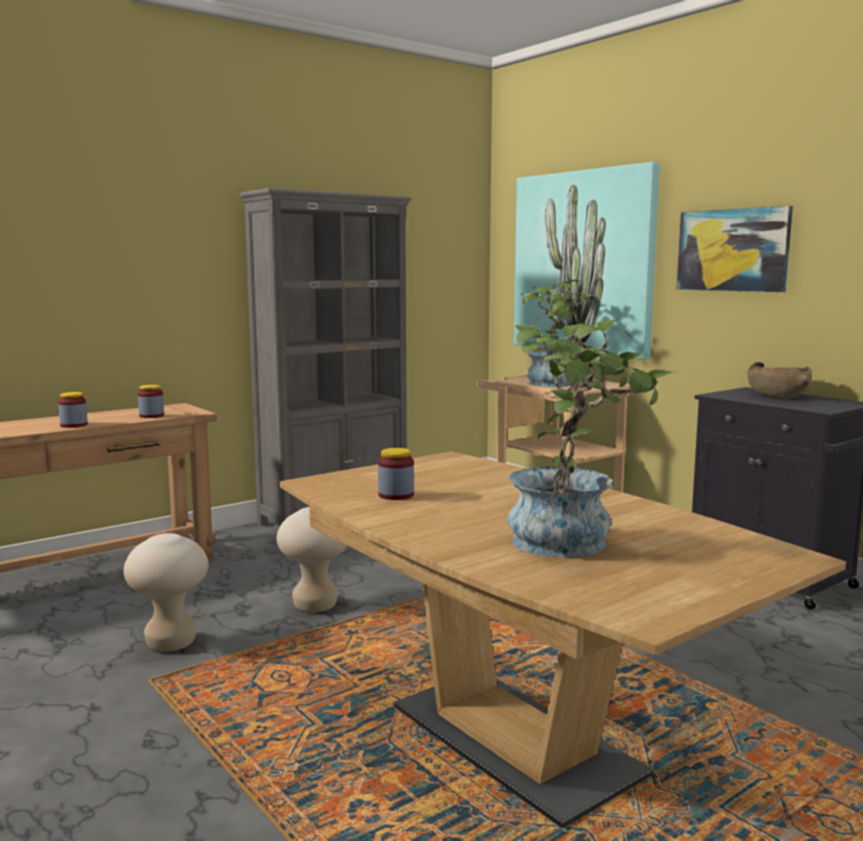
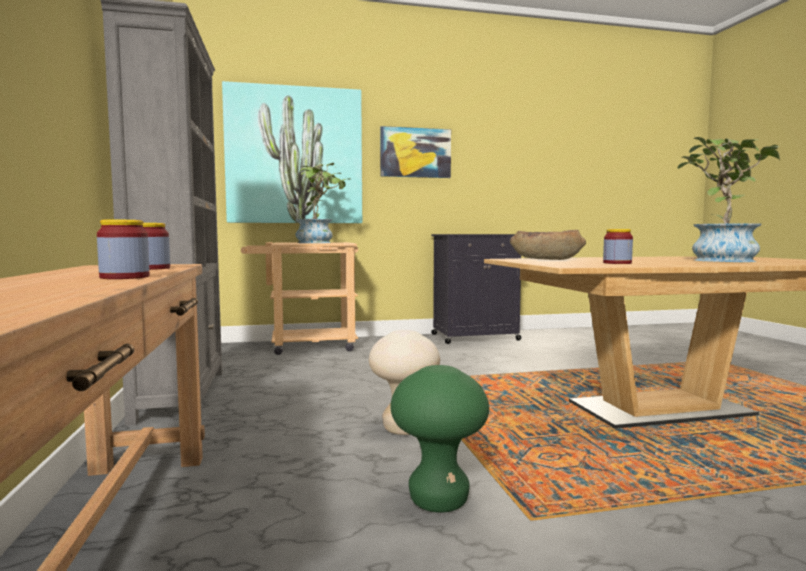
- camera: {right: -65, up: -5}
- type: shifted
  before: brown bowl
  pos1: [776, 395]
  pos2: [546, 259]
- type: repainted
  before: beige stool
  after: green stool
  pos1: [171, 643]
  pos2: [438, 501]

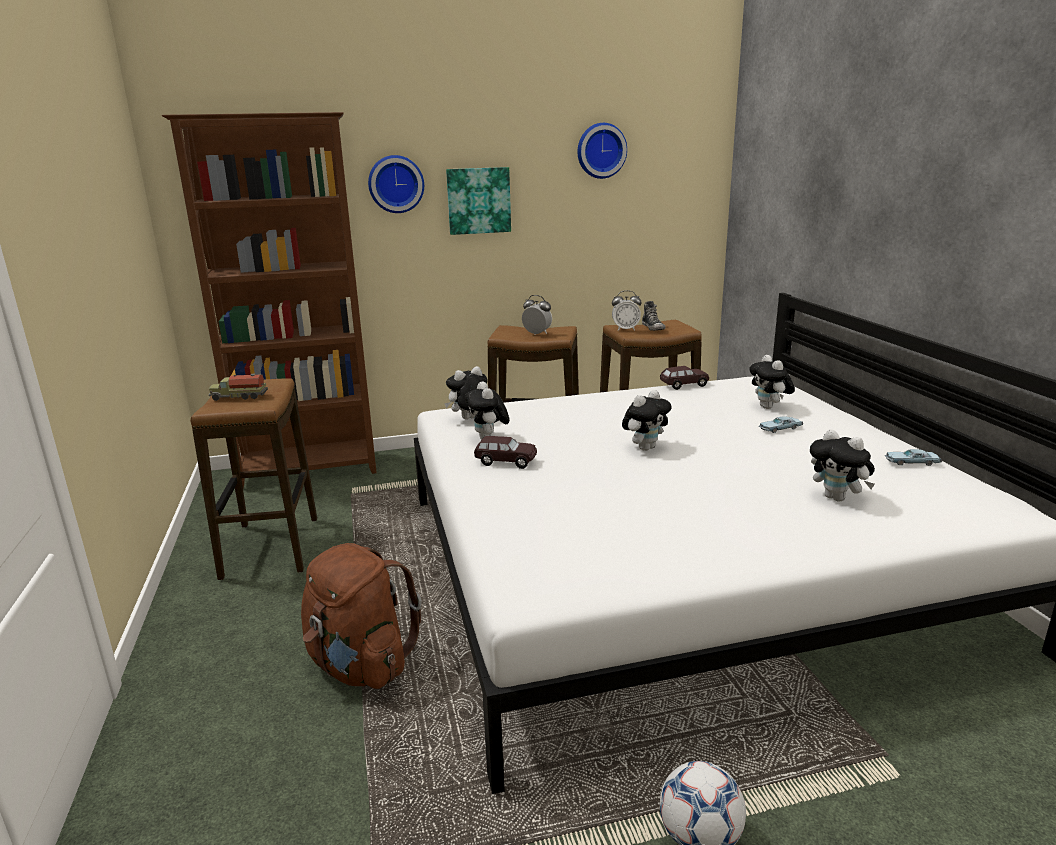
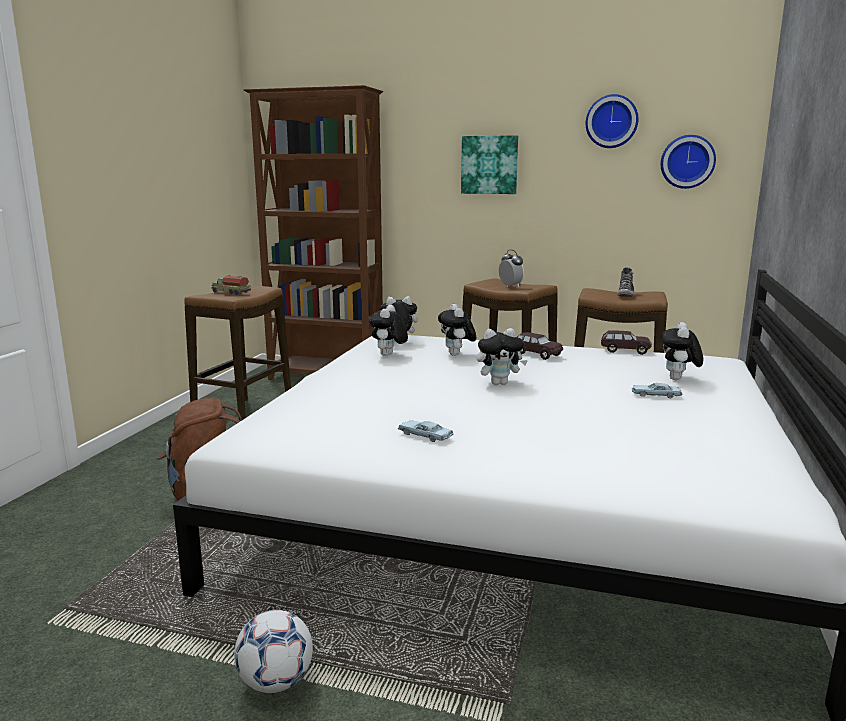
- camera: {right: 30, up: -5}
- type: gone
  before: alarm clock
  pos1: [625, 329]
- type: shifted
  before: wall clock
  pos1: [396, 184]
  pos2: [687, 161]
- type: shifted
  before: brown toy car
  pos1: [506, 461]
  pos2: [537, 354]
- type: shifted
  before: plush toy
  pos1: [838, 498]
  pos2: [457, 354]
- type: shifted
  before: blue toy car
  pos1: [912, 462]
  pos2: [425, 435]

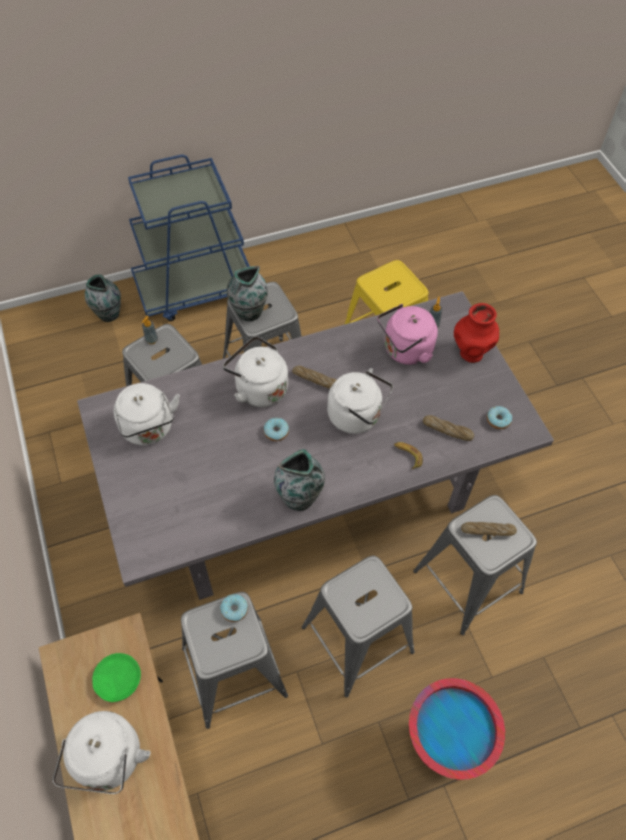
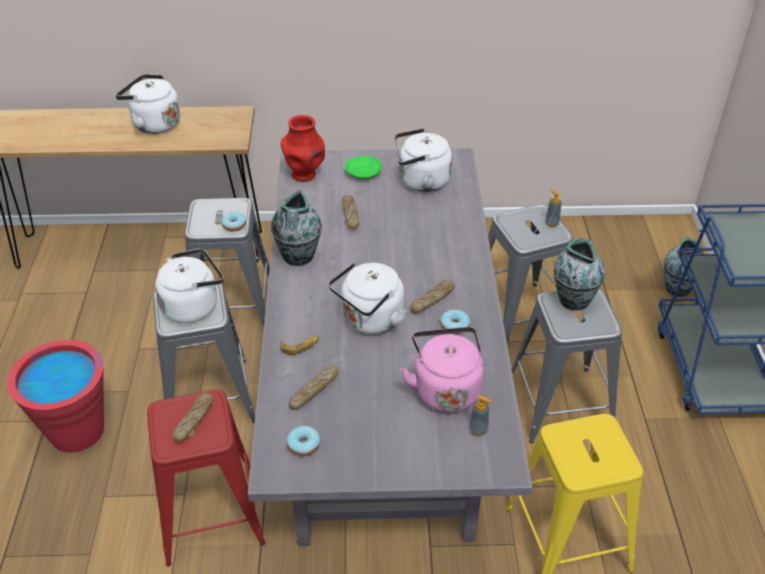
- camera: {right: 110, up: -15}
- type: new
  after: bread
  pos2: [350, 215]
- type: shifted
  before: green plate
  pos1: [117, 679]
  pos2: [363, 172]
- type: shifted
  before: white kettle
  pos1: [258, 388]
  pos2: [193, 305]
- type: shifted
  before: donut
  pos1: [276, 432]
  pos2: [454, 326]
- type: shifted
  before: red vase
  pos1: [471, 353]
  pos2: [304, 175]
- type: repainted
  before: grey stool
  after: red stool
  pos1: [467, 581]
  pos2: [210, 514]

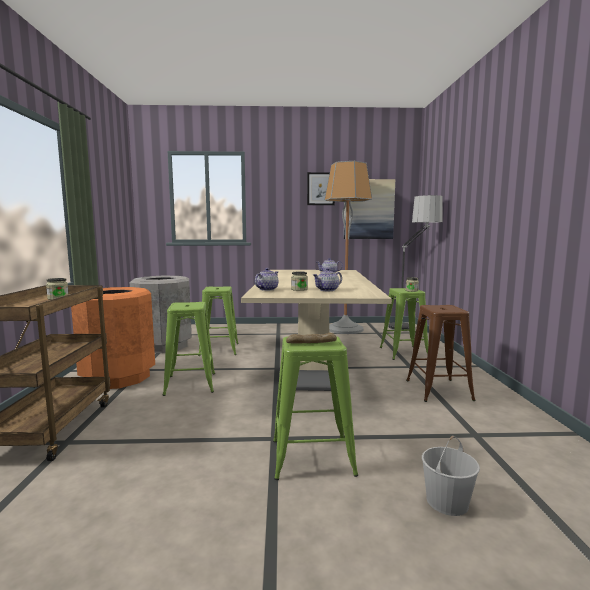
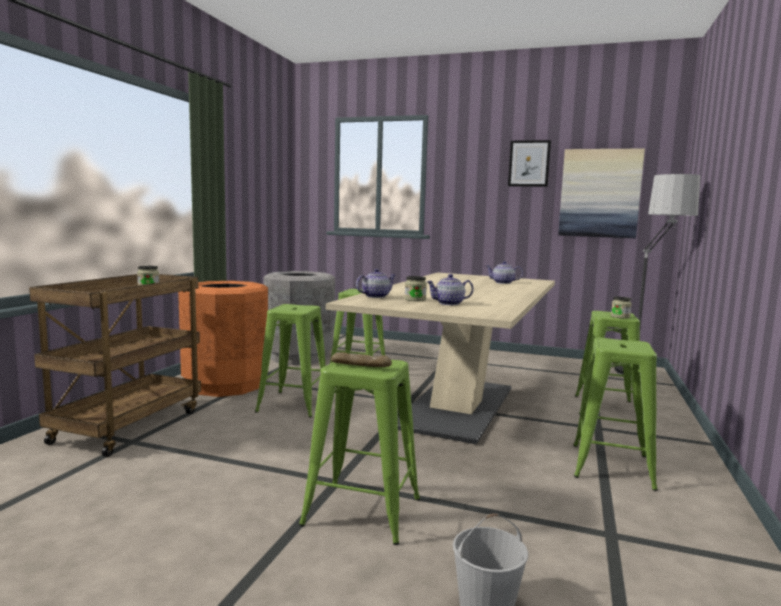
- camera: {right: 20, up: 0}
- type: gone
  before: floor lamp
  pos1: [345, 329]
- type: repainted
  before: brown stool
  after: green stool
  pos1: [438, 390]
  pos2: [611, 466]

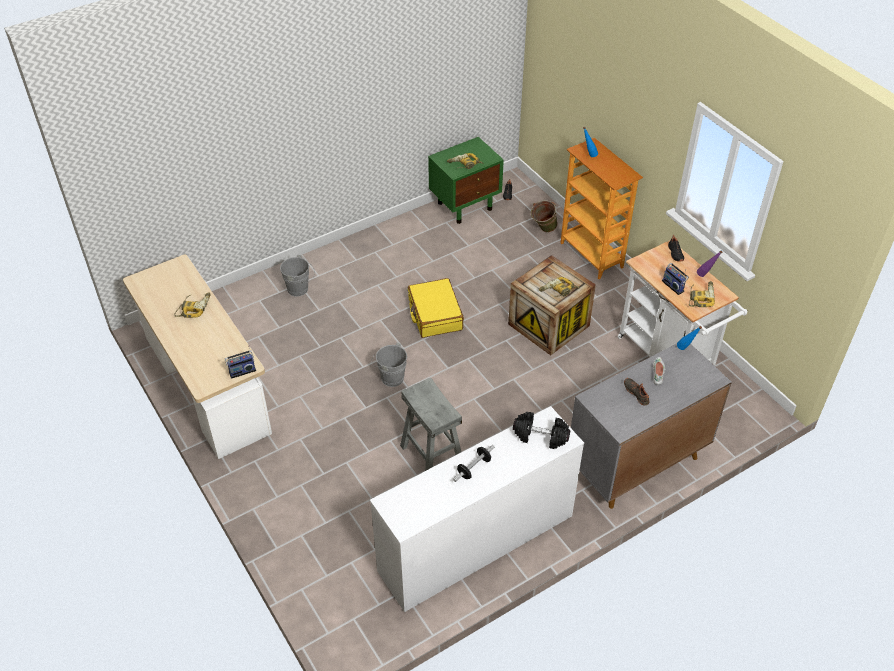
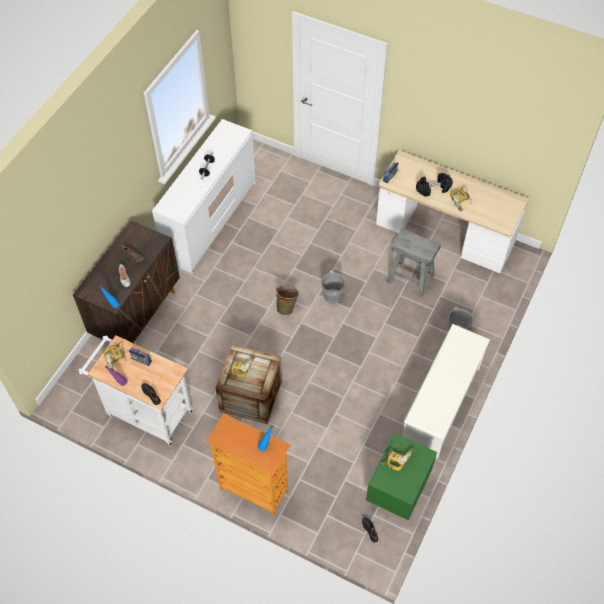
- camera: {right: 150, up: 10}
- type: gone
  before: yellow suitcase
  pos1: [435, 315]
- type: new
  after: white shoe rack
  pos2: [441, 405]
- type: shifted
  before: grey stool
  pos1: [432, 455]
  pos2: [410, 279]
- type: shifted
  before: black dumbbell
  pos1: [540, 436]
  pos2: [433, 189]
- type: shifted
  before: green bucket
  pos1: [543, 230]
  pos2: [287, 307]
- type: repainted
  before: grey cabinet
  after: brown cabinet
  pos1: [636, 464]
  pos2: [137, 313]

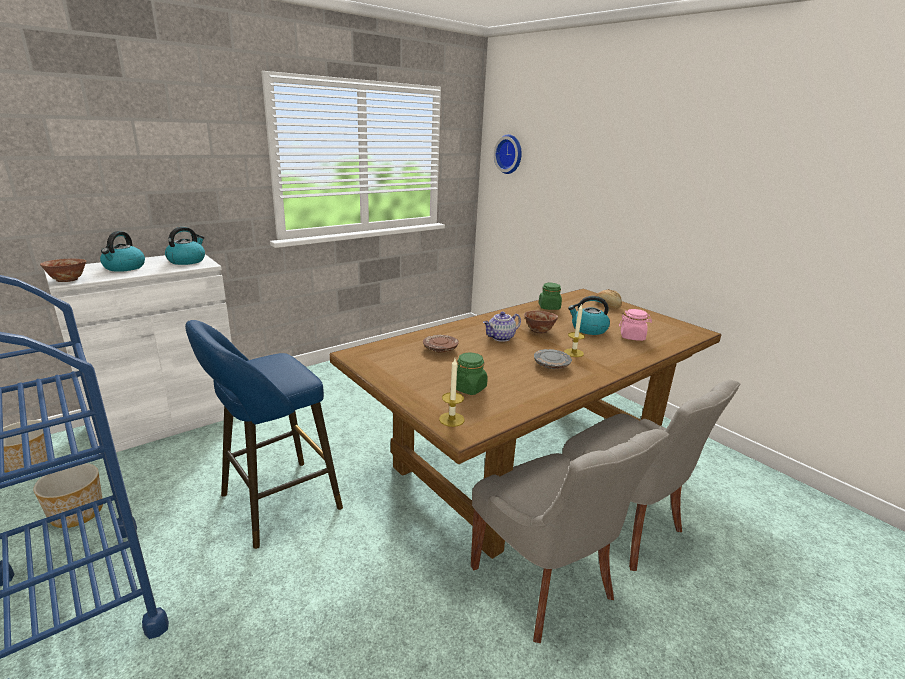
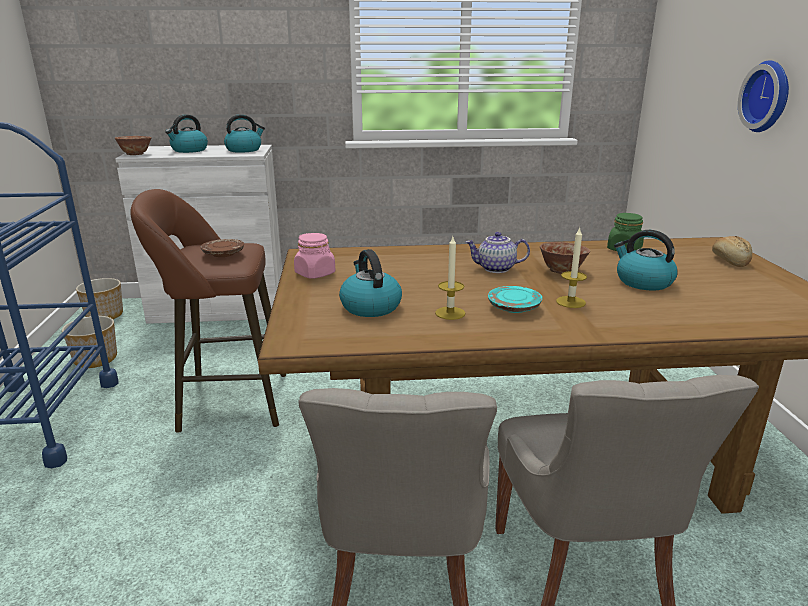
- camera: {right: 35, up: 0}
- type: shifted
  before: brown plate
  pos1: [440, 349]
  pos2: [223, 254]
- type: shifted
  before: candle
  pos1: [451, 419]
  pos2: [450, 313]
- type: shifted
  before: wall clock
  pos1: [510, 154]
  pos2: [768, 96]
- type: shifted
  before: pink jar
  pos1: [632, 337]
  pos2: [315, 274]
- type: swapped
  before: green jar
  after: kettle
  pos1: [469, 388]
  pos2: [370, 306]
- type: repainted
  before: blue stool
  after: brown stool
  pos1: [274, 504]
  pos2: [226, 402]
- type: repainted
  before: grey plate
  after: turquoise plate
  pos1: [551, 365]
  pos2: [514, 308]

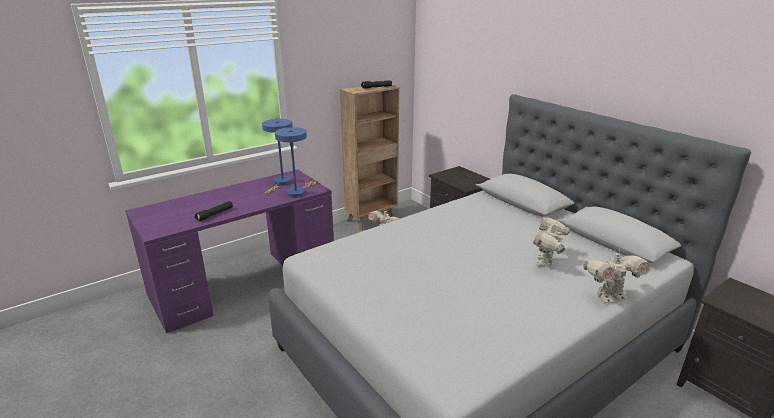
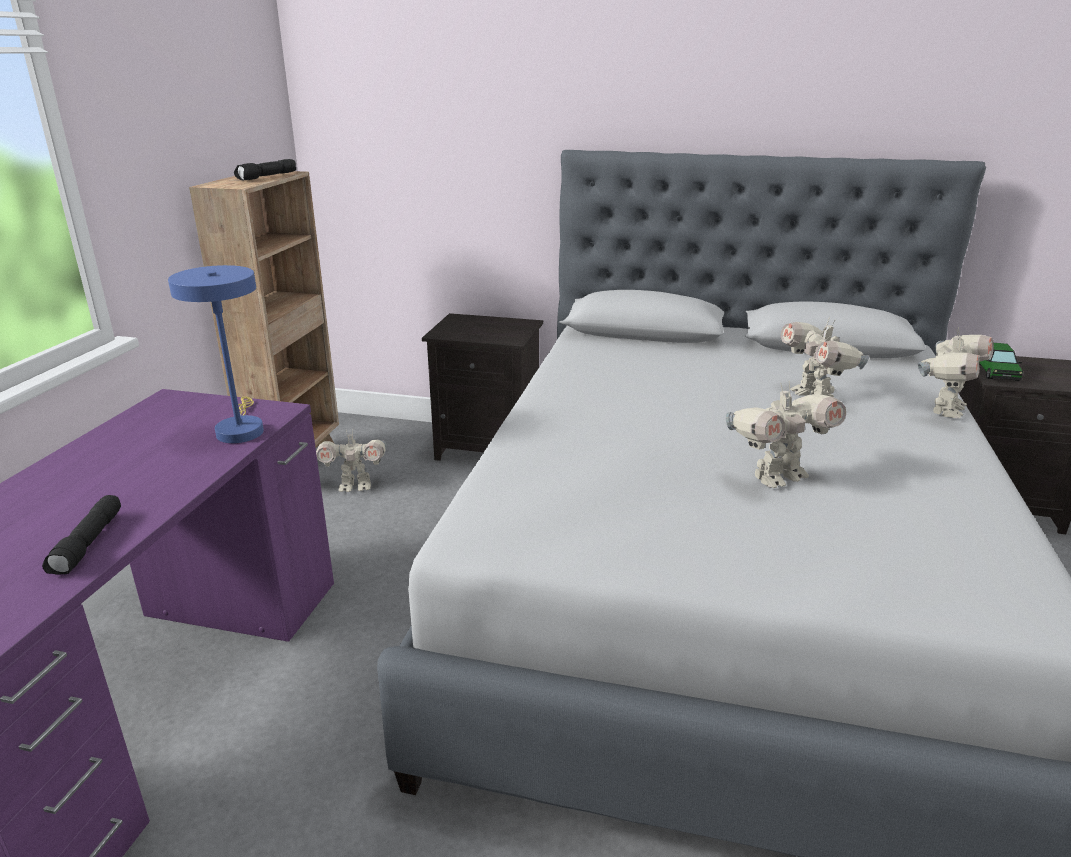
- camera: {right: -40, up: 0}
- type: gone
  before: blue table lamp
  pos1: [281, 183]
- type: new
  after: toy robot
  pos2: [777, 477]
- type: new
  after: toy car
  pos2: [996, 372]

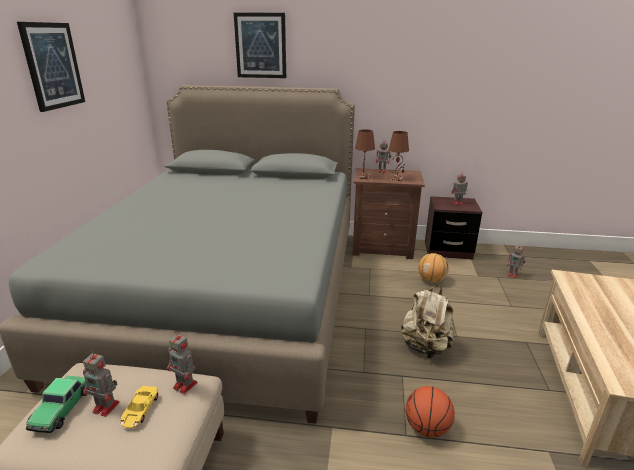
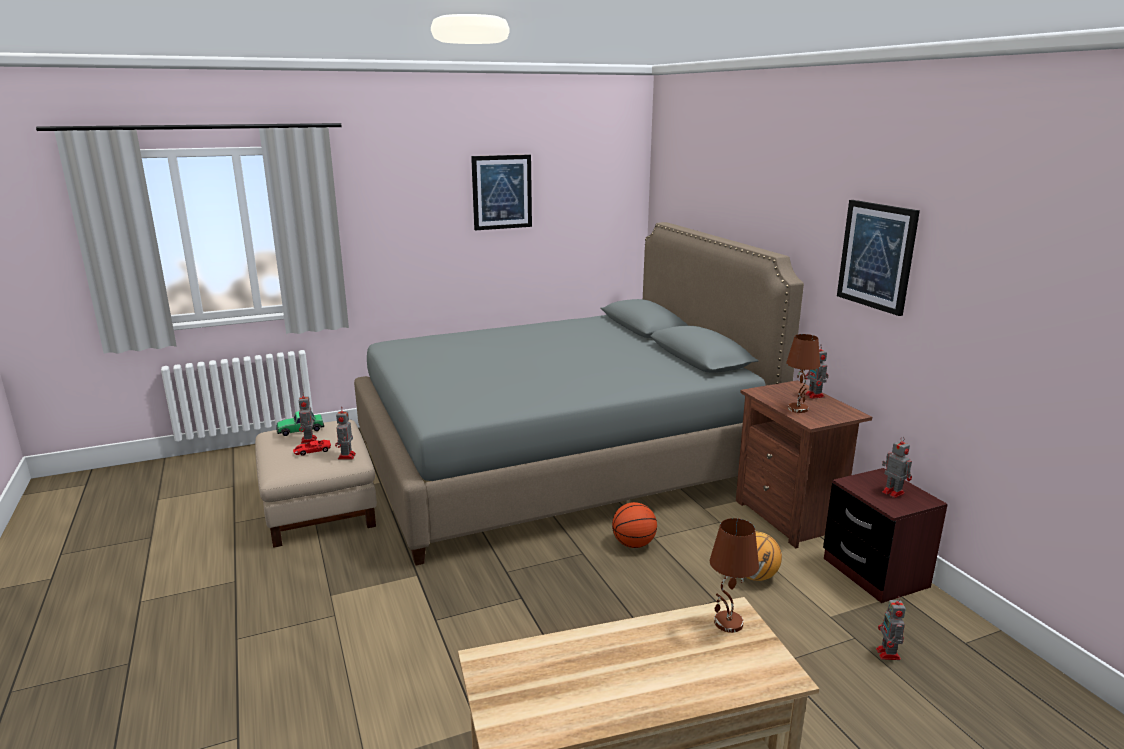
- camera: {right: 60, up: -5}
- type: gone
  before: beige backpack
  pos1: [425, 347]
- type: shifted
  before: picture
  pos1: [261, 46]
  pos2: [877, 256]
- type: shifted
  before: brown table lamp
  pos1: [363, 177]
  pos2: [728, 623]
- type: shifted
  before: basketball
  pos1: [427, 428]
  pos2: [633, 544]
- type: repainted
  before: yellow toy car
  after: red toy car
  pos1: [140, 410]
  pos2: [312, 451]

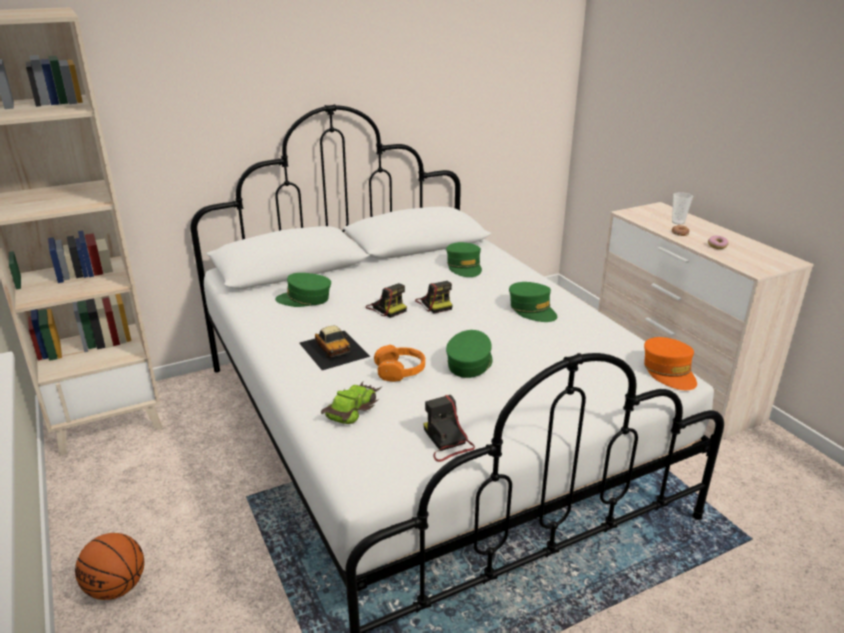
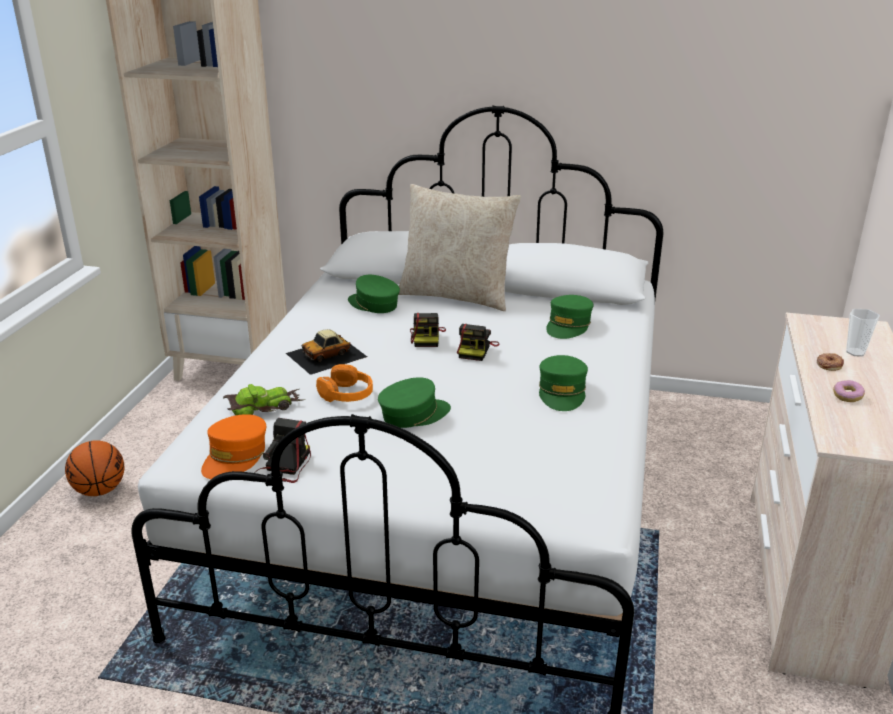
- camera: {right: 40, up: 0}
- type: new
  after: beige pillow
  pos2: [456, 295]
- type: shifted
  before: orange cap
  pos1: [669, 372]
  pos2: [235, 457]
- type: rotated
  before: toy car
  pos1: [334, 349]
  pos2: [327, 355]
  turn: 45

